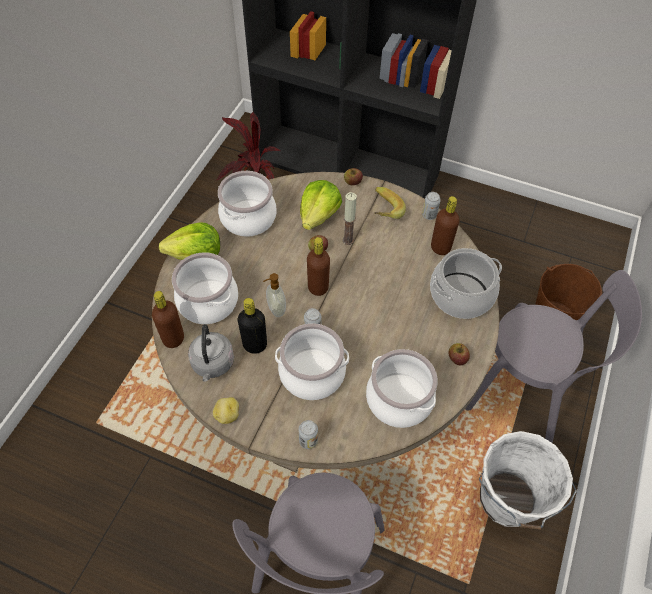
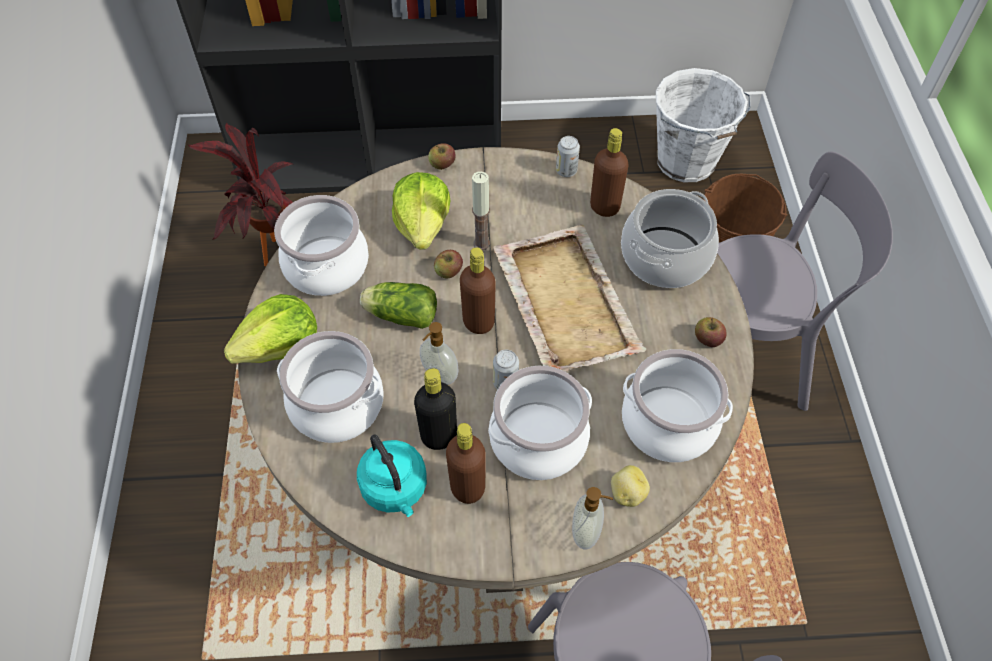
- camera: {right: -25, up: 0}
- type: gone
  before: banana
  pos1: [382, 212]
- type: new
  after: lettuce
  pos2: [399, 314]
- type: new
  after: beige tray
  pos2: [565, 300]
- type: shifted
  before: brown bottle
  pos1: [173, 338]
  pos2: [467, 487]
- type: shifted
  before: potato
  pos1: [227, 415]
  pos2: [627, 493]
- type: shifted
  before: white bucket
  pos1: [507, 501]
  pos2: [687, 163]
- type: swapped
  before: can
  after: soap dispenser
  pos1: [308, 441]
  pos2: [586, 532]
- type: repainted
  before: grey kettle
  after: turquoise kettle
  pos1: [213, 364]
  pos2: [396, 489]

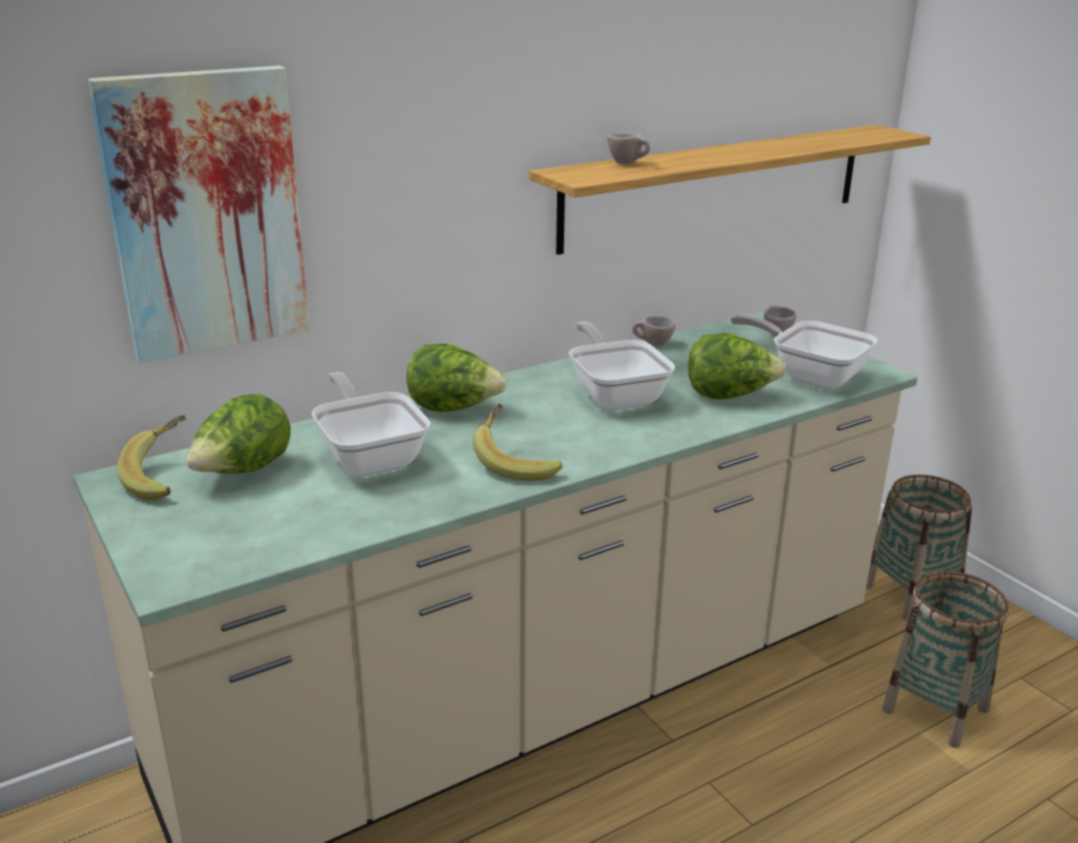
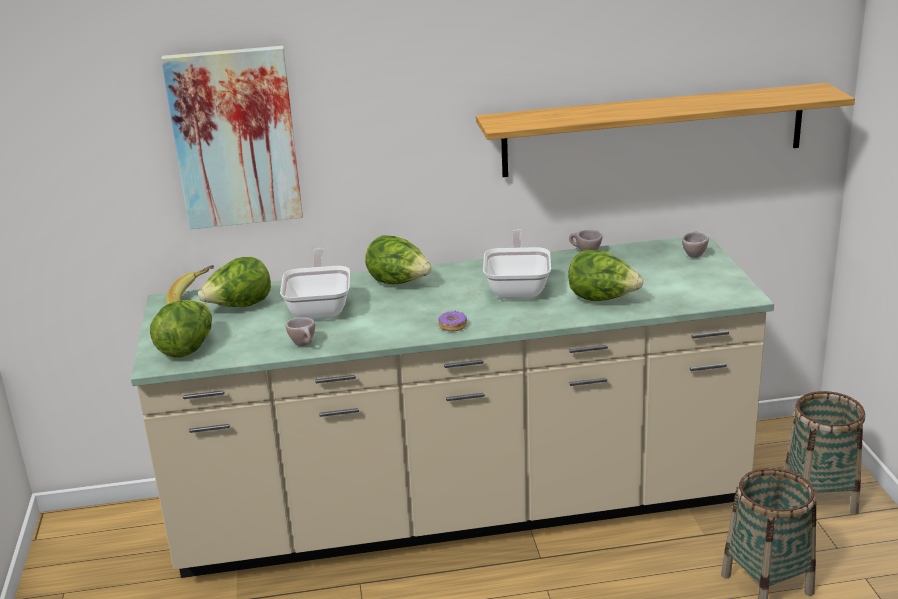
- camera: {right: 25, up: 0}
- type: gone
  before: banana
  pos1: [517, 463]
- type: gone
  before: frying pan
  pos1: [809, 376]
- type: new
  after: lettuce
  pos2: [187, 348]
- type: new
  after: donut
  pos2: [452, 326]
- type: shifted
  before: beige cup
  pos1: [628, 164]
  pos2: [304, 345]

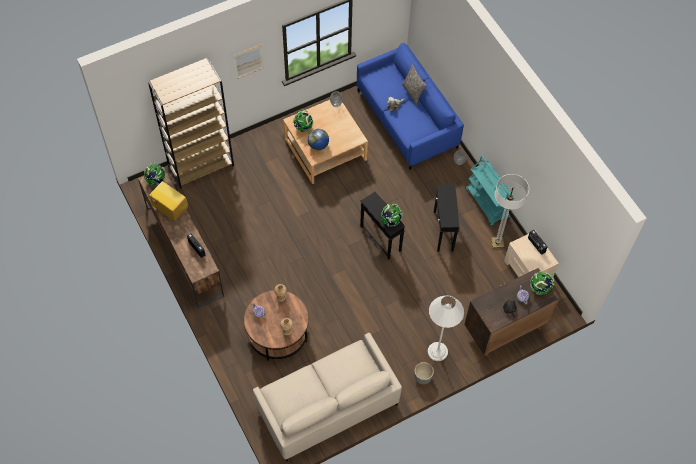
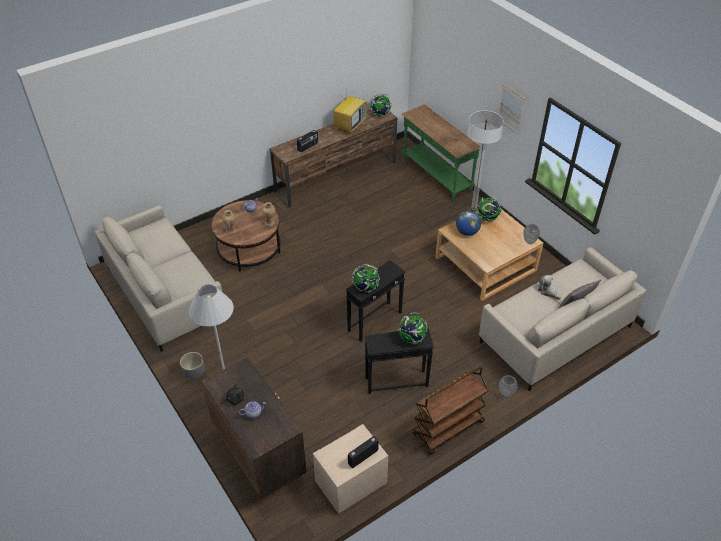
- camera: {right: 85, up: -15}
- type: shifted
  before: floor lamp
  pos1: [497, 243]
  pos2: [473, 211]
- type: shifted
  before: globe
  pos1: [540, 288]
  pos2: [412, 339]
- type: swapped
  before: brown bookcase
  after: green console table
  pos1: [201, 165]
  pos2: [436, 176]
- type: repainted
  before: blue sofa
  after: beige sofa
  pos1: [406, 119]
  pos2: [554, 334]
- type: repainted
  before: turquoise cart
  after: brown cart
  pos1: [487, 204]
  pos2: [448, 429]

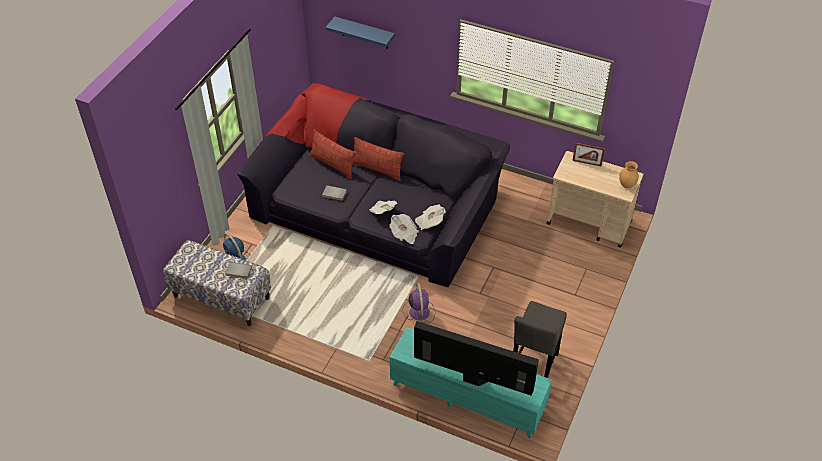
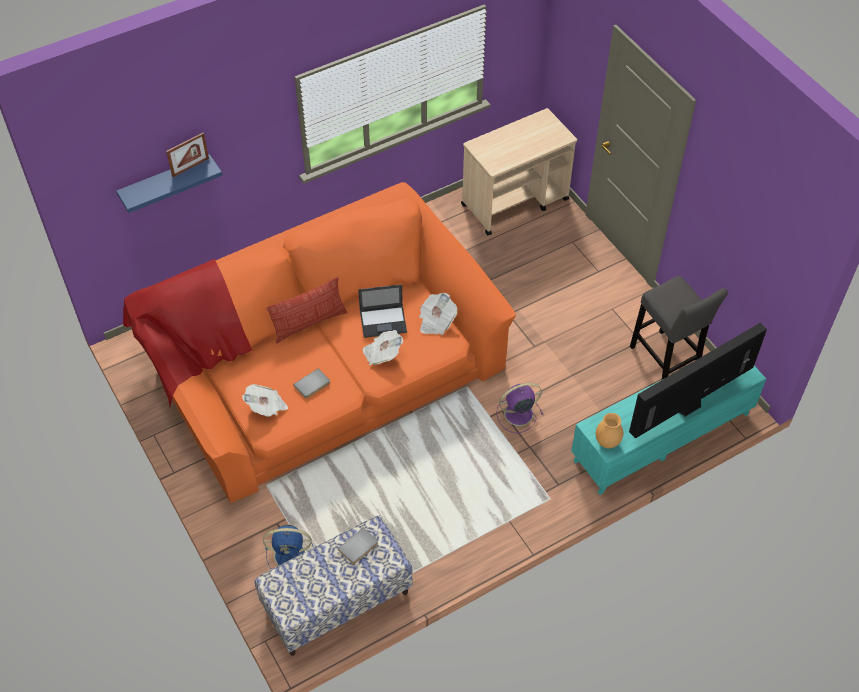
- camera: {right: -55, up: 5}
- type: gone
  before: pillow
  pos1: [332, 165]
- type: new
  after: laptop
  pos2: [384, 321]
- type: shifted
  before: newspaper
  pos1: [404, 234]
  pos2: [266, 407]
- type: shifted
  before: picture frame
  pos1: [586, 163]
  pos2: [190, 167]
- type: shifted
  before: brown vase
  pos1: [627, 185]
  pos2: [607, 442]
- type: repainted
  before: black sofa
  after: orange sofa
  pos1: [377, 201]
  pos2: [321, 360]
- type: rotated
  before: purple fan
  pos1: [419, 311]
  pos2: [517, 414]
  turn: -45

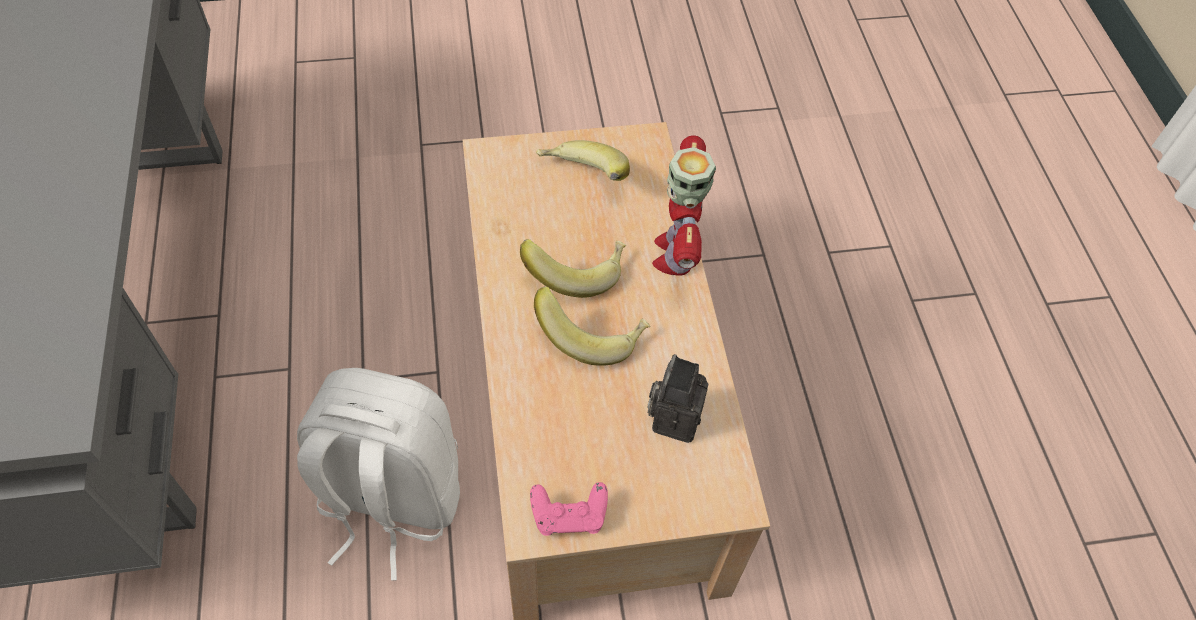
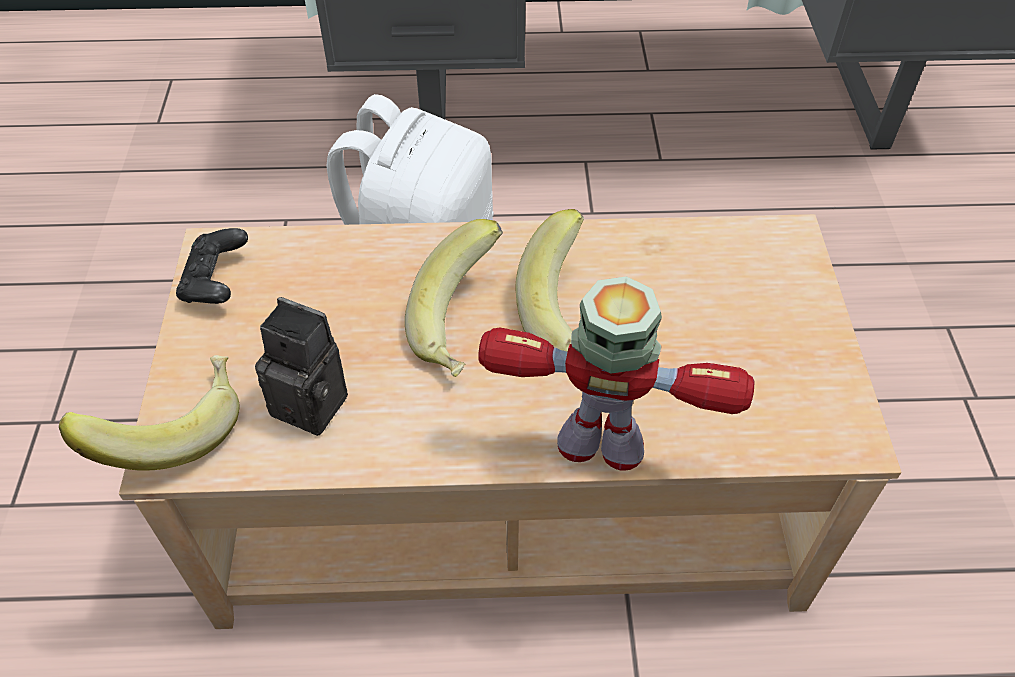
- camera: {right: 100, up: -5}
- type: shifted
  before: banana
  pos1: [581, 179]
  pos2: [171, 429]
- type: repainted
  before: pink game controller
  after: black game controller
  pos1: [569, 515]
  pos2: [216, 282]

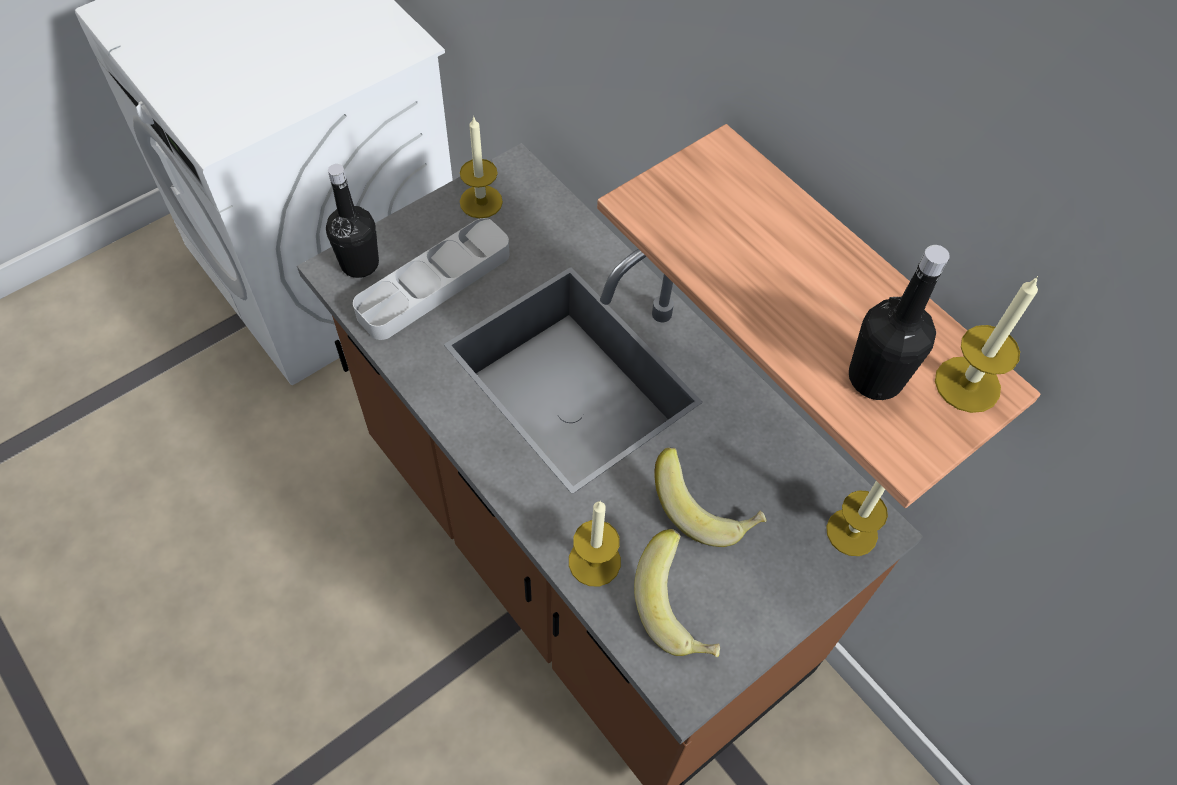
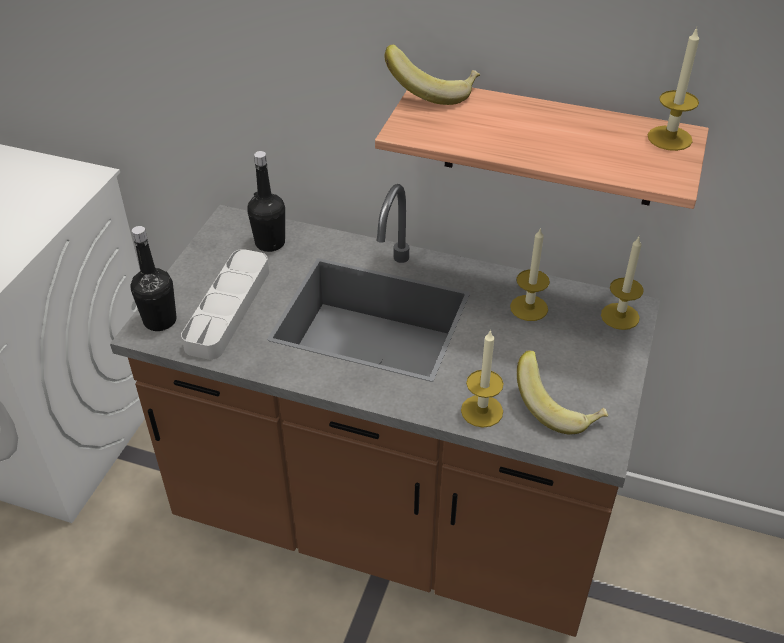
- camera: {right: -30, up: -15}
- type: shifted
  before: candle
  pos1: [481, 202]
  pos2: [529, 308]
- type: shifted
  before: banana
  pos1: [706, 508]
  pos2: [433, 92]
- type: shifted
  before: black bottle
  pos1: [875, 378]
  pos2: [270, 243]

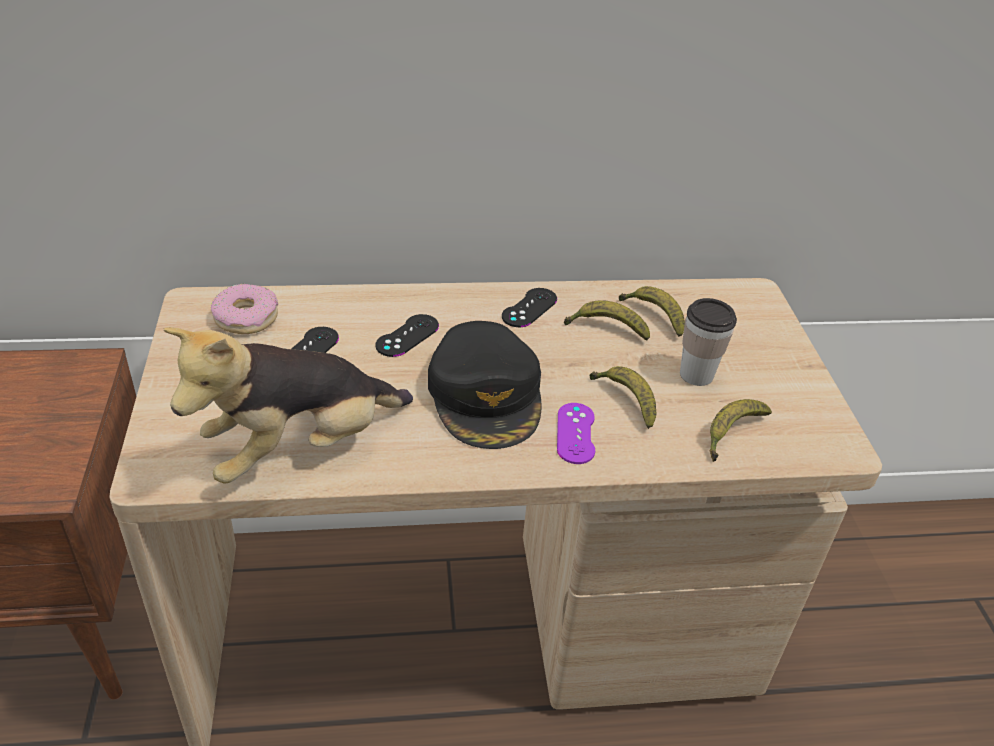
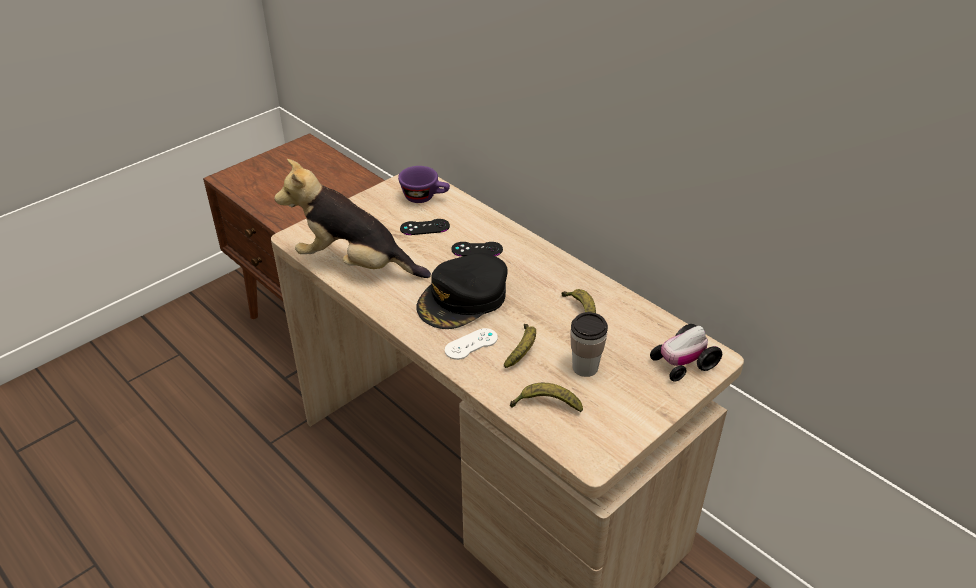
- camera: {right: 55, up: 0}
- type: gone
  before: black game controller
  pos1: [529, 308]
- type: gone
  before: banana
  pos1: [654, 316]
- type: new
  after: toy car
  pos2: [683, 363]
- type: swapped
  before: donut
  after: purple cup
  pos1: [246, 318]
  pos2: [425, 197]
- type: repainted
  before: purple game controller
  after: white game controller
  pos1: [575, 433]
  pos2: [471, 344]

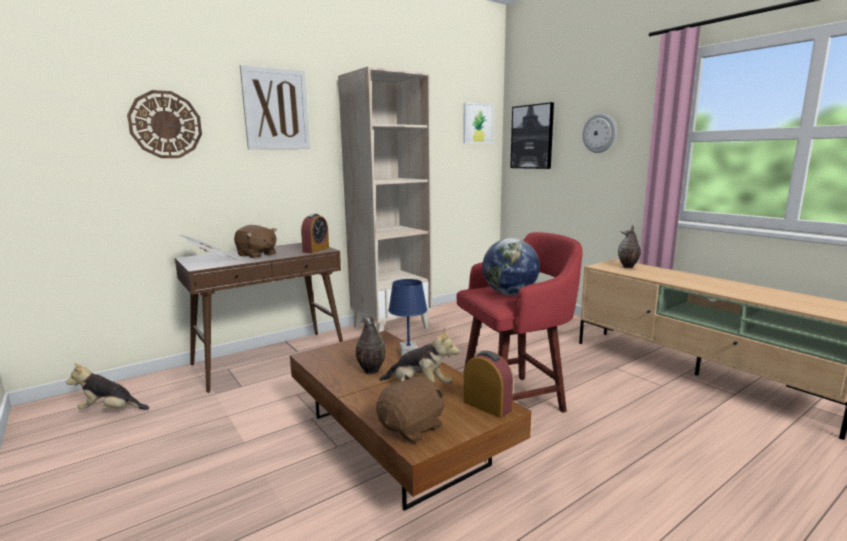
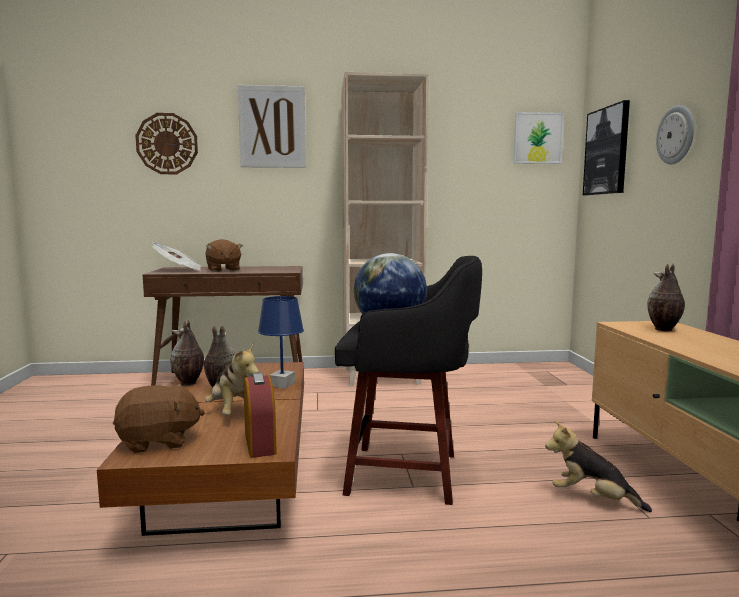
- camera: {right: 30, up: -5}
- type: gone
  before: alarm clock
  pos1: [316, 250]
- type: new
  after: vase
  pos2: [188, 383]
- type: shifted
  before: plush toy
  pos1: [110, 410]
  pos2: [592, 499]
- type: repainted
  before: red stool
  after: black stool
  pos1: [514, 399]
  pos2: [408, 474]

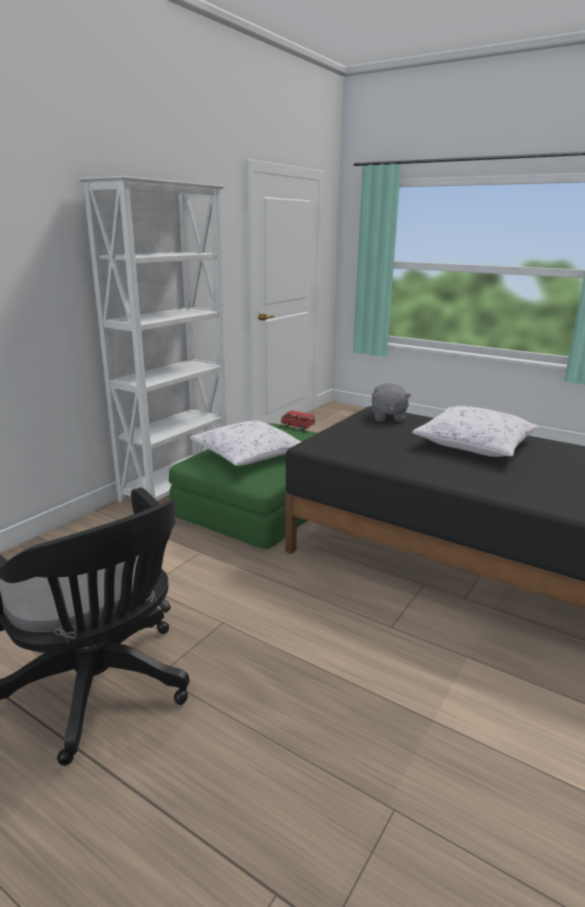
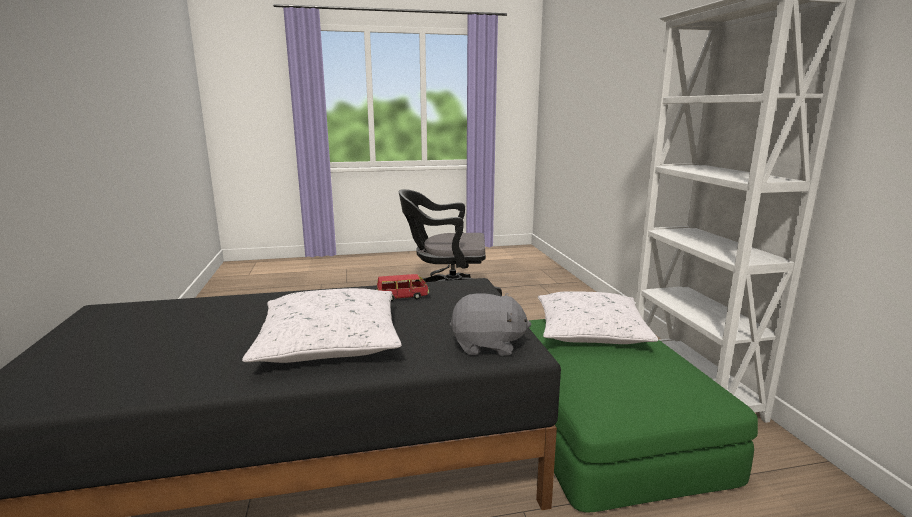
- camera: {right: 135, up: -5}
- type: shifted
  before: red toy car
  pos1: [297, 426]
  pos2: [403, 297]
- type: rotated
  before: grey plush toy
  pos1: [388, 417]
  pos2: [487, 346]
  turn: 135

